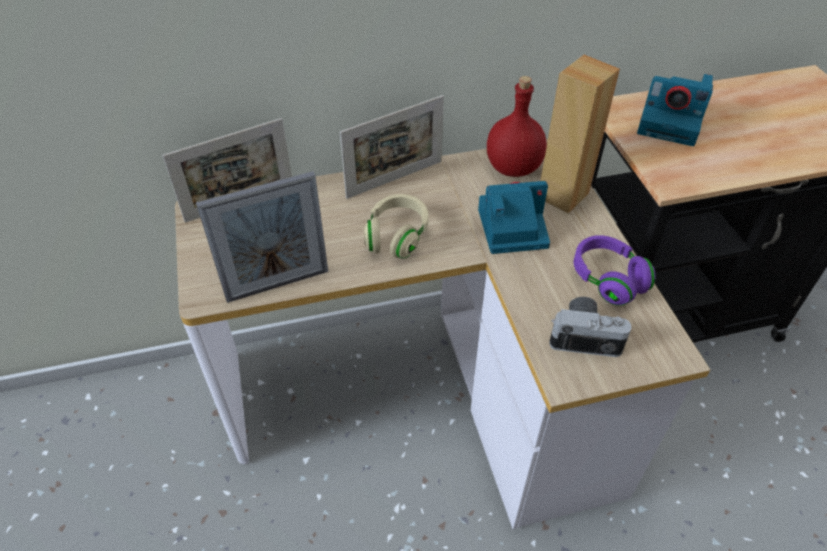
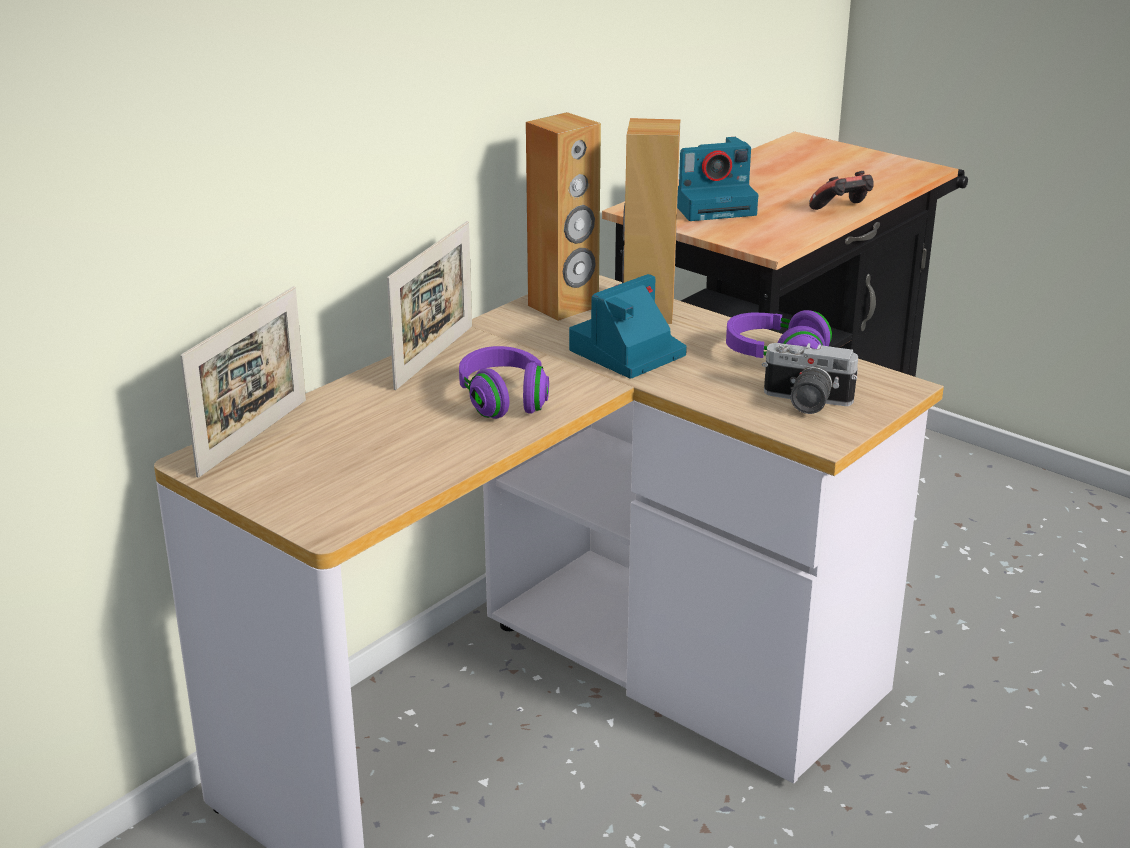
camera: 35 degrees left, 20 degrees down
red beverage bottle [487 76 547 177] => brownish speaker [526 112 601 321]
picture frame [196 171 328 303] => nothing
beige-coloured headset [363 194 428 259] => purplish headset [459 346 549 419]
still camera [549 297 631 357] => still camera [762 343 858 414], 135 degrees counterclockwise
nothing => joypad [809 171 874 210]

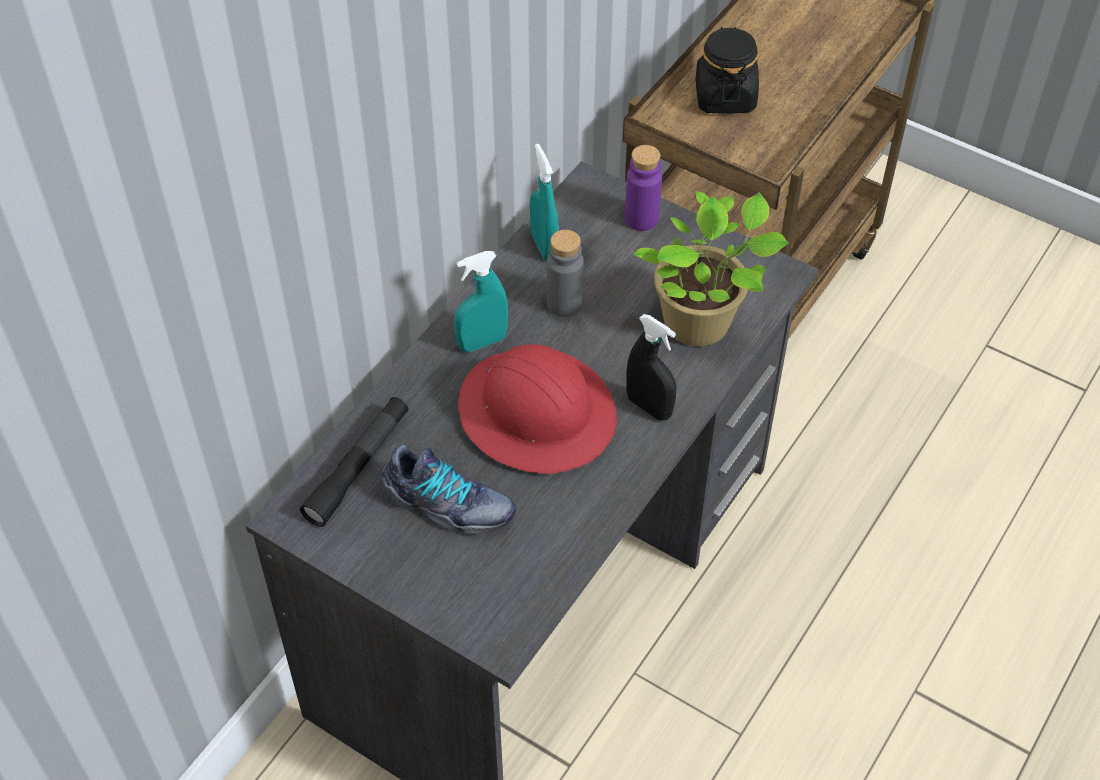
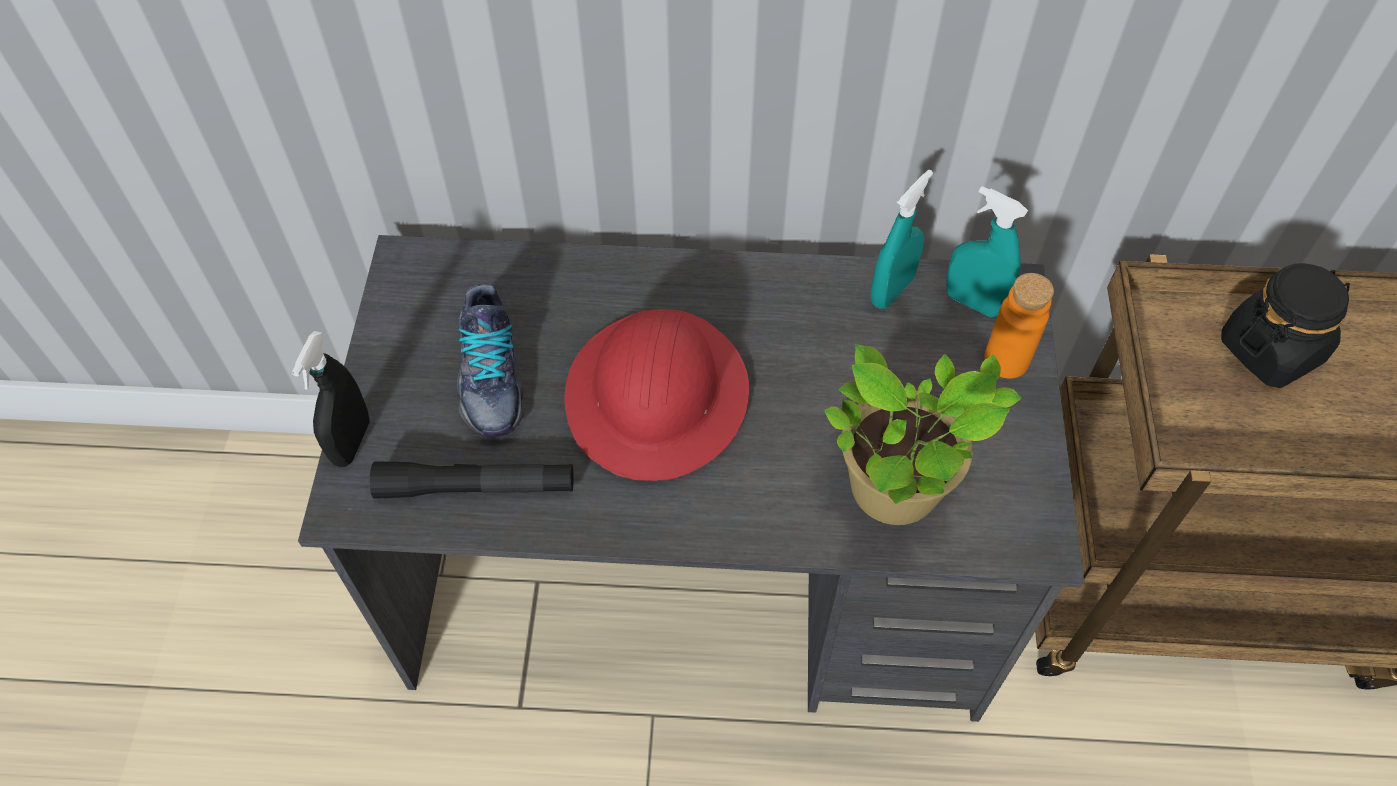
camera: 60 degrees right, 5 degrees up
purplish beverage bottle [625 145 662 231] => orange-coloured beverage bottle [984 273 1054 378]
grey beverage bottle [547 230 584 317] => nothing
blue-green spray bottle [454 251 508 352] => blue-green spray bottle [946 186 1028 317], moved
blackish spray bottle [626 314 676 420] => blackish spray bottle [292 331 370 467], moved
blackish flashlight [300 397 408 527] => blackish flashlight [370 462 574 499], moved

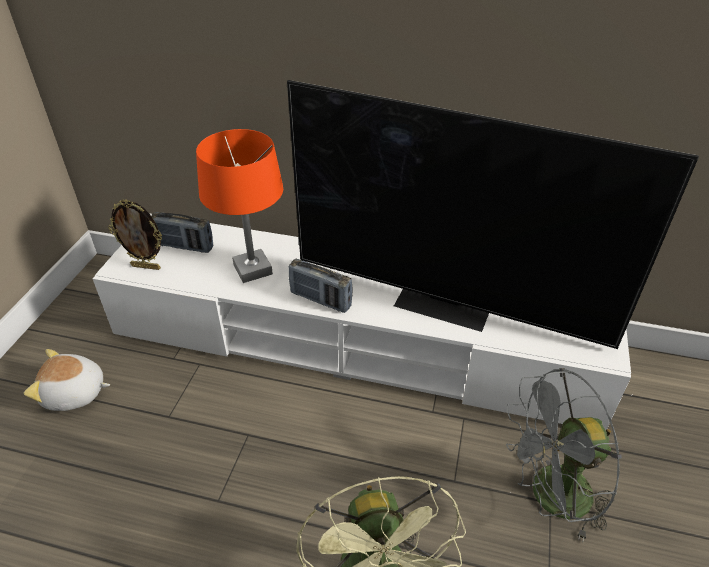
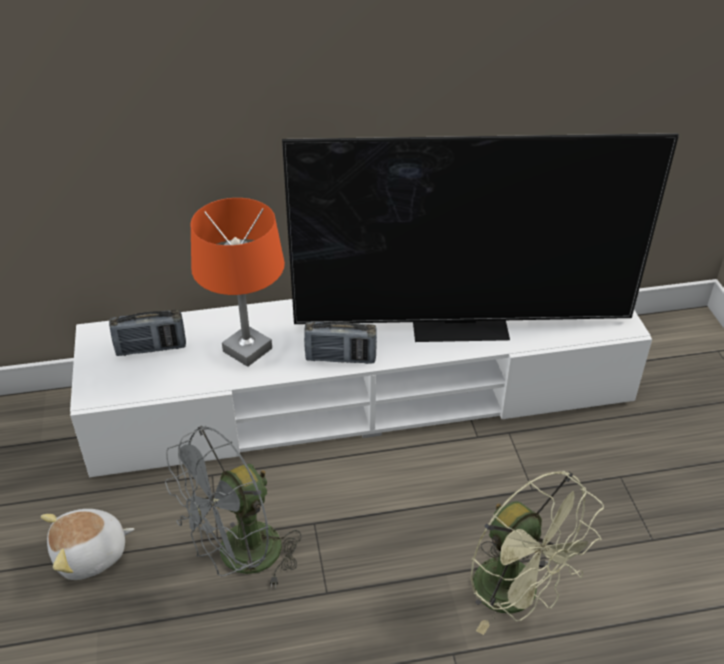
camera: 25 degrees left, 0 degrees up
picture frame [108 199 162 270] => nothing
grey electric fan [506 368 622 542] => grey electric fan [165 426 302 588], moved

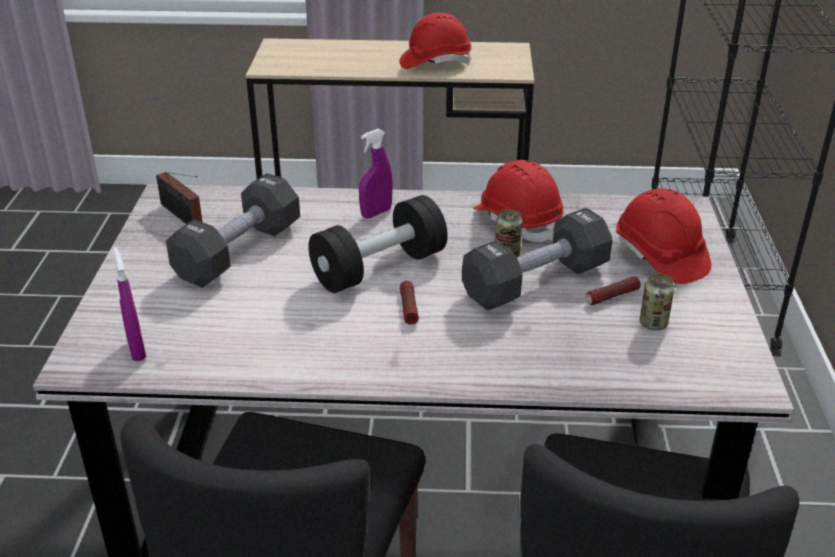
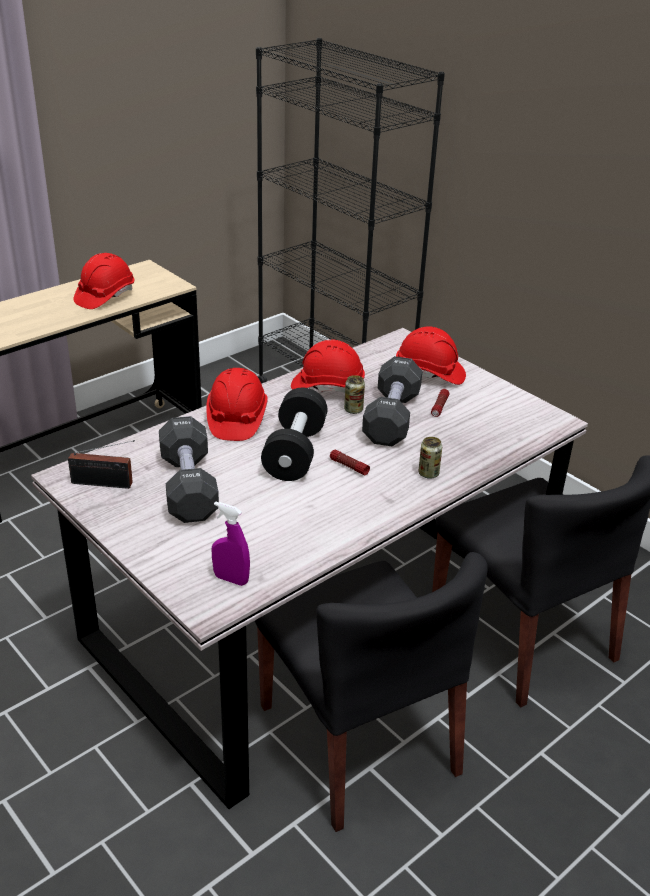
camera: 45 degrees left, 0 degrees up
purplish spray bottle [359 129 393 219] => red hard hat [206 368 268 441]
can [640 274 675 330] => can [418 437 442 479], moved

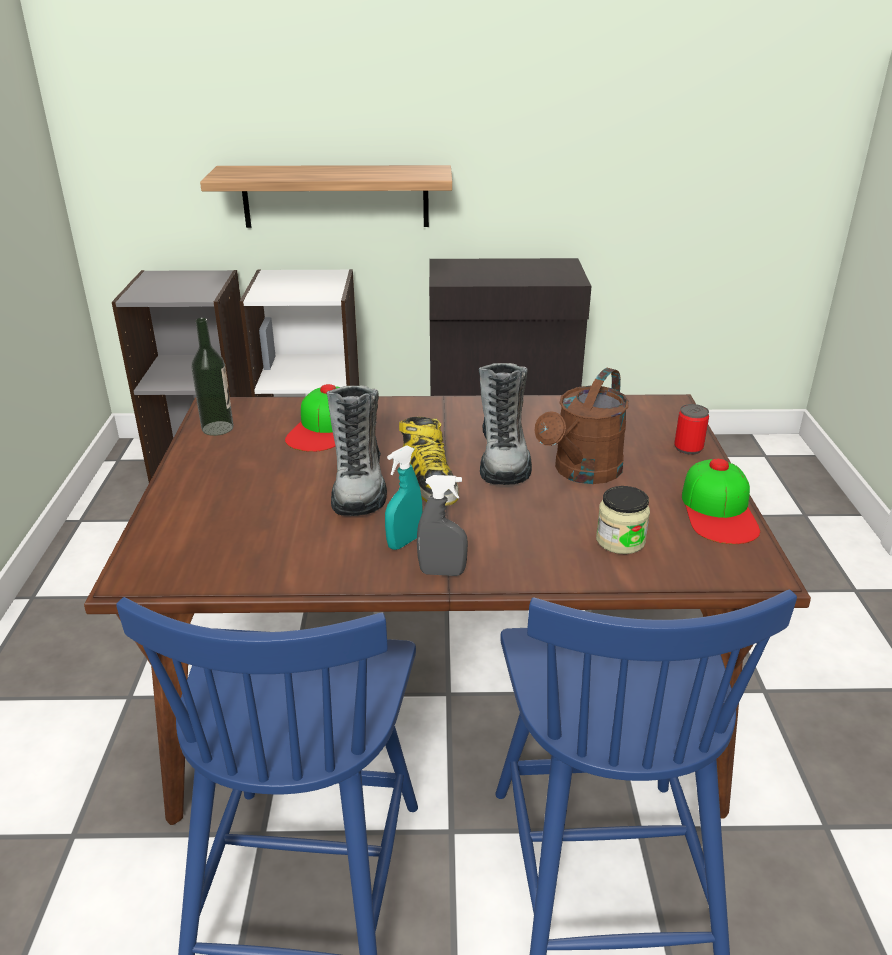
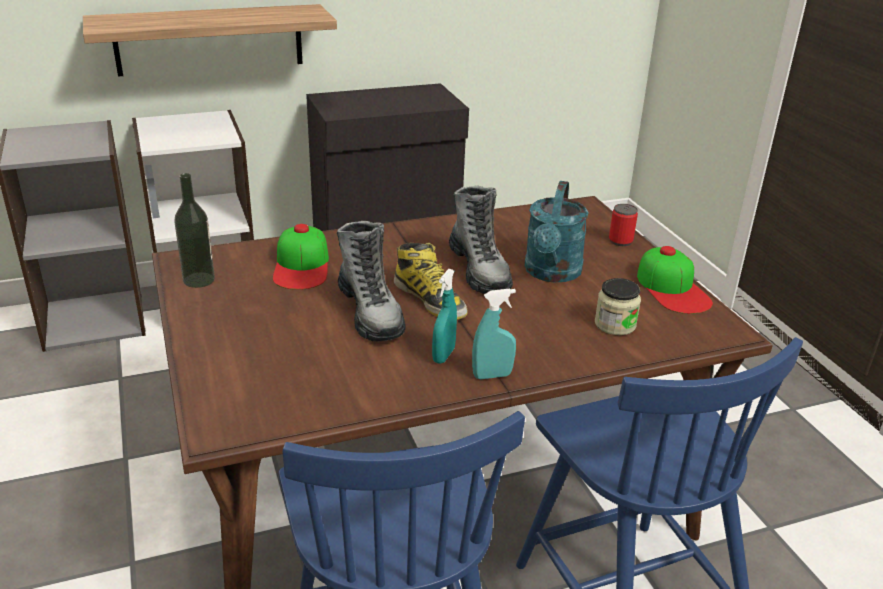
camera: 20 degrees left, 0 degrees up
brownish watering can [535 368 629 484] => blue-green watering can [524 181 589 282]
grey spray bottle [417 475 468 576] => blue-green spray bottle [472 288 516 379]

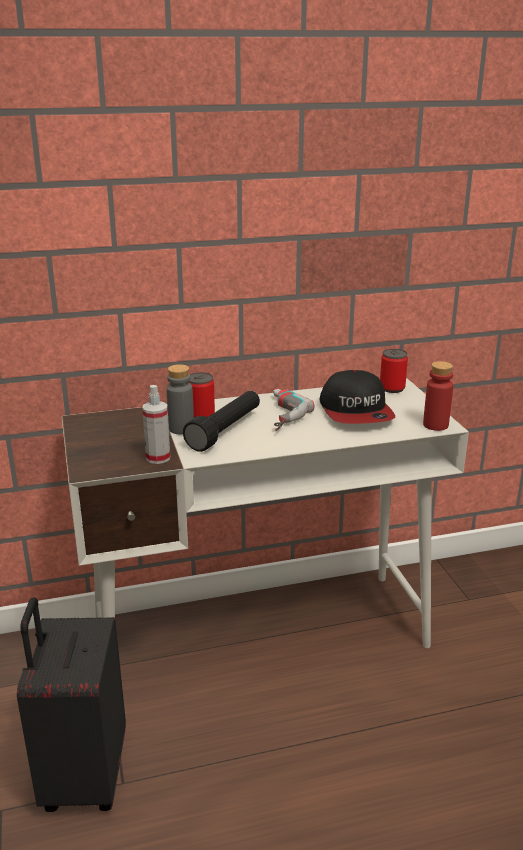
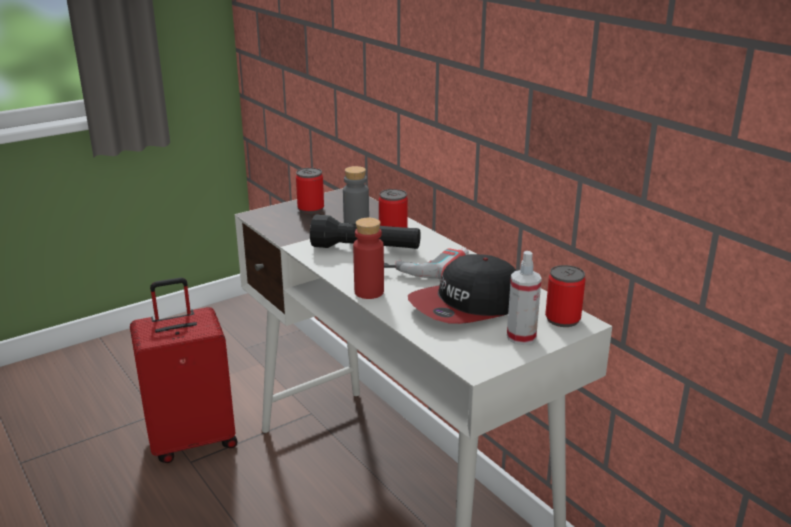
camera: 70 degrees right, 0 degrees up
red beverage bottle [423 361 453 431] => red beverage bottle [353 218 384 299], moved
spray bottle [142 385 170 464] => spray bottle [507 251 542 345], moved
blackish travel case [17 597 126 812] => red travel case [130 277 238 463]
nothing => can [296 168 324 214]

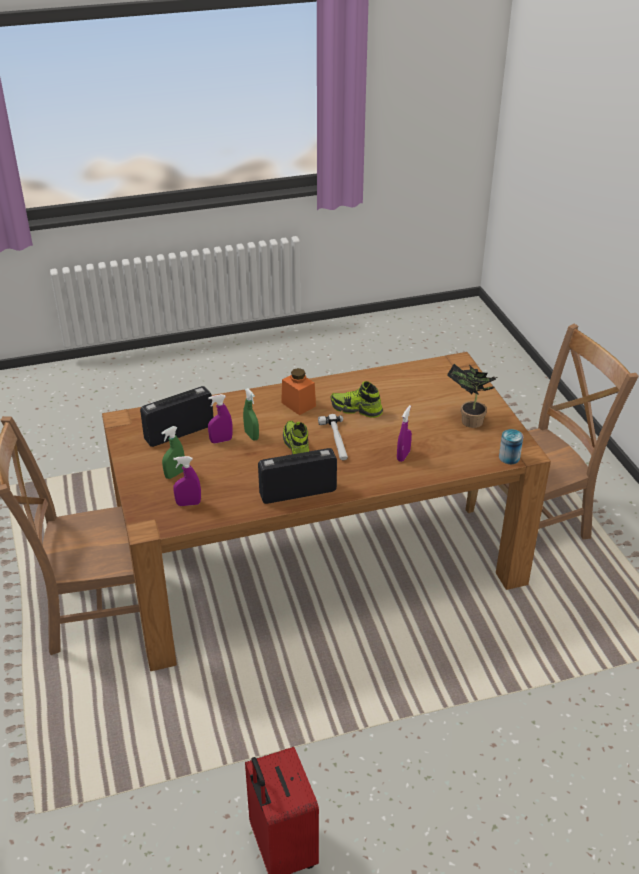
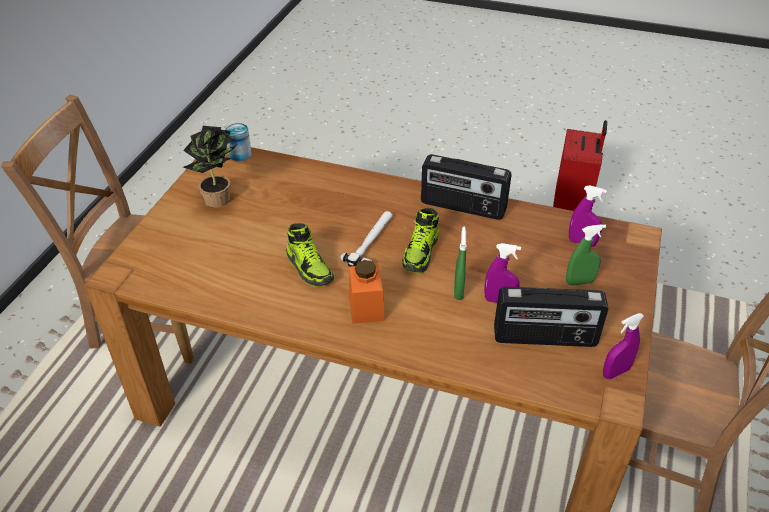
camera: 145 degrees left, 5 degrees up
purplish spray bottle [397 405 412 462] => purplish spray bottle [603 313 644 379], moved

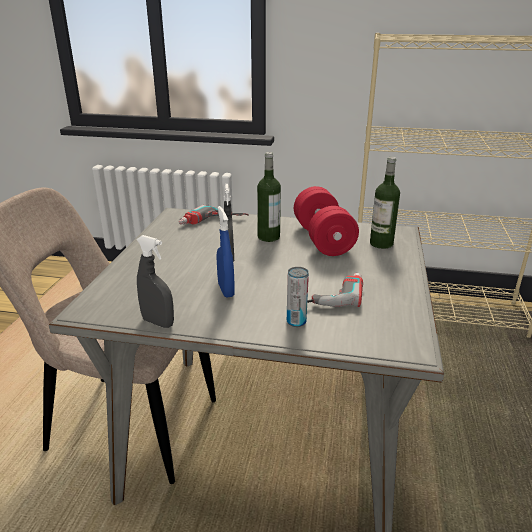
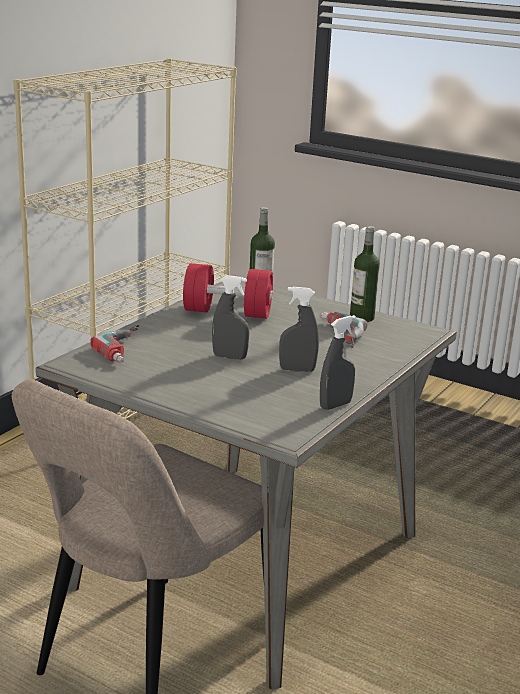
camera: 70 degrees left, 5 degrees down
beverage bottle [257 152 281 242] => beverage bottle [350 226 380 322], moved
blue-coloured spray bottle [217 206 235 298] => grey spray bottle [279 287 319 372]
can [287 267 309 327] => nothing

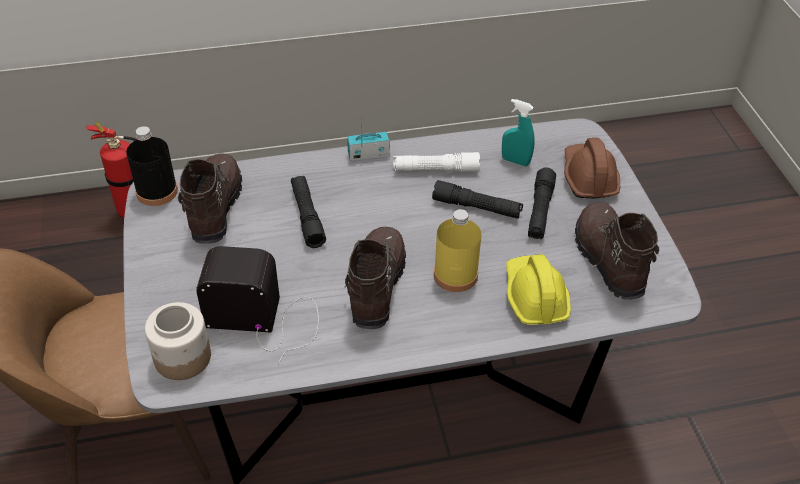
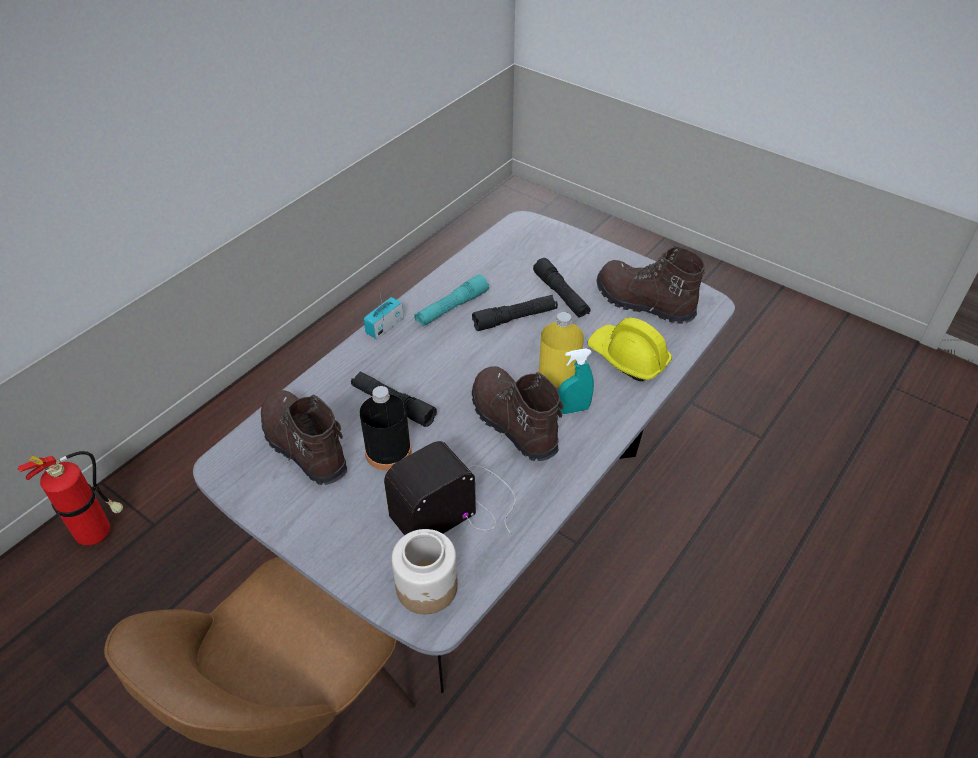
camera: 40 degrees left, 0 degrees up
blue-green spray bottle [502 99 535 166] => blue-green spray bottle [558 348 594 414], moved
blackish beverage bottle [126 126 178 206] => blackish beverage bottle [360 386 412 470], moved
brownish hard hat [564 138 620 198] => nothing
whitish flashlight [393 152 480 172] => blue-green flashlight [414 274 489 326]

